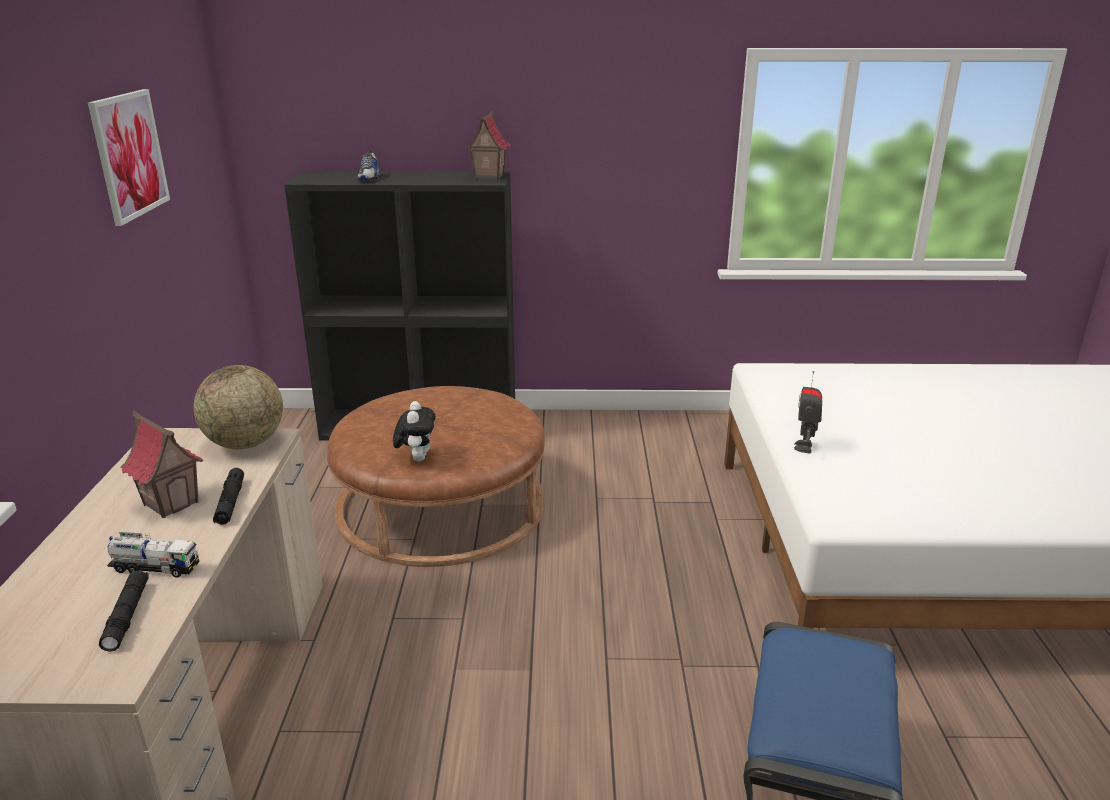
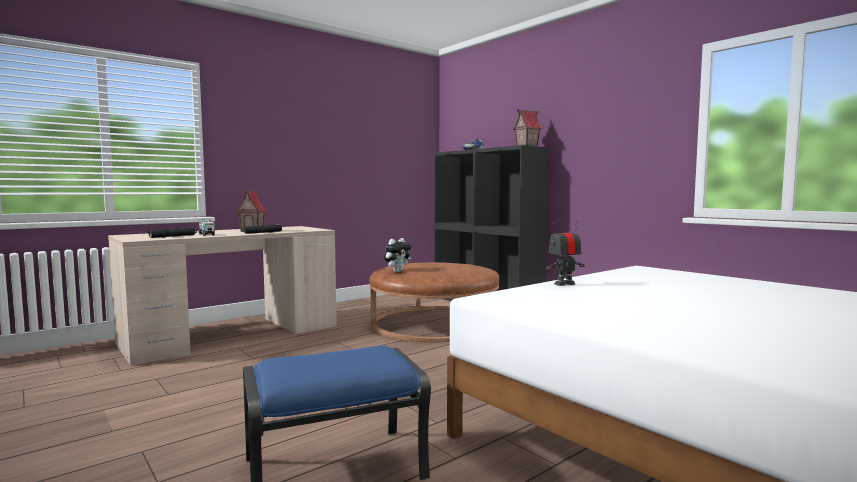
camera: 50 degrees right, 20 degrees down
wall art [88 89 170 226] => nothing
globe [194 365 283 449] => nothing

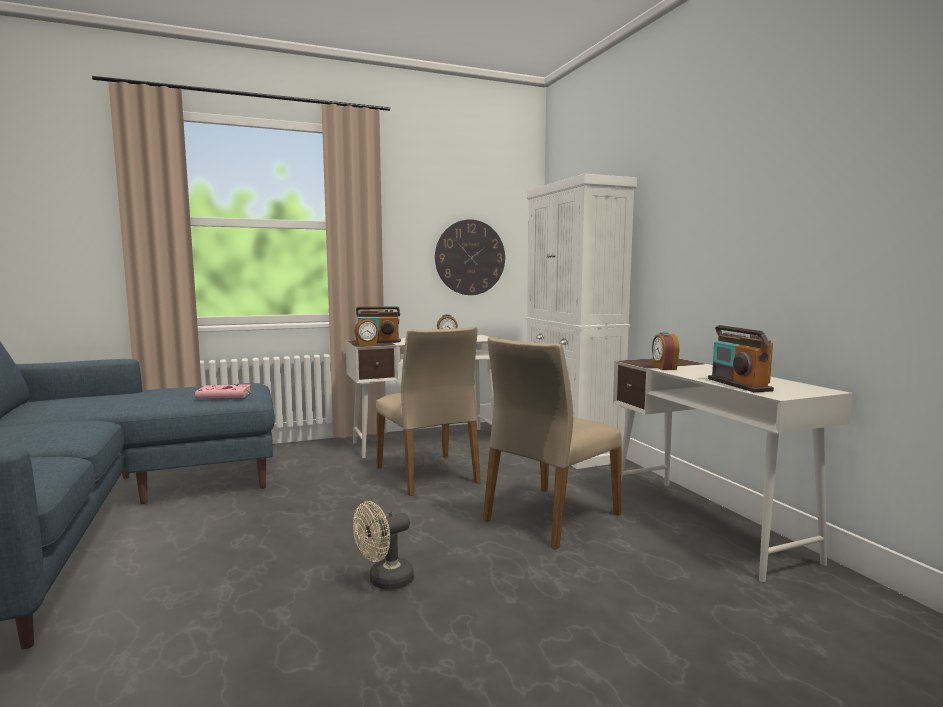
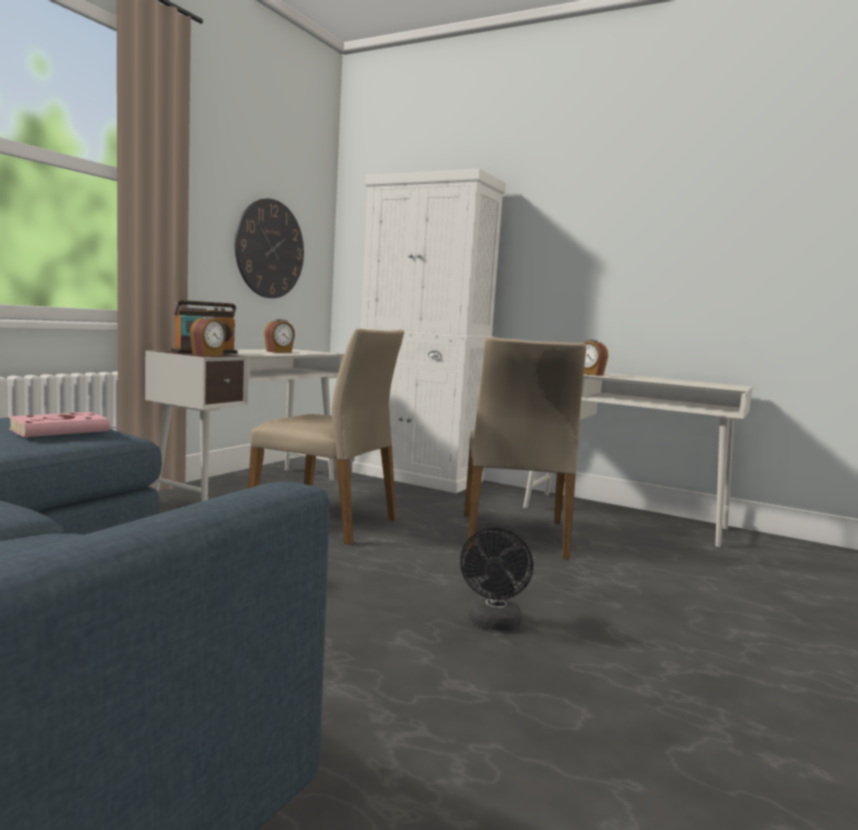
camera: 40 degrees left, 0 degrees up
radio receiver [708 325 774 392] => nothing
beige-coloured electric fan [353 501 414 590] => blackish electric fan [460 528 533 631]

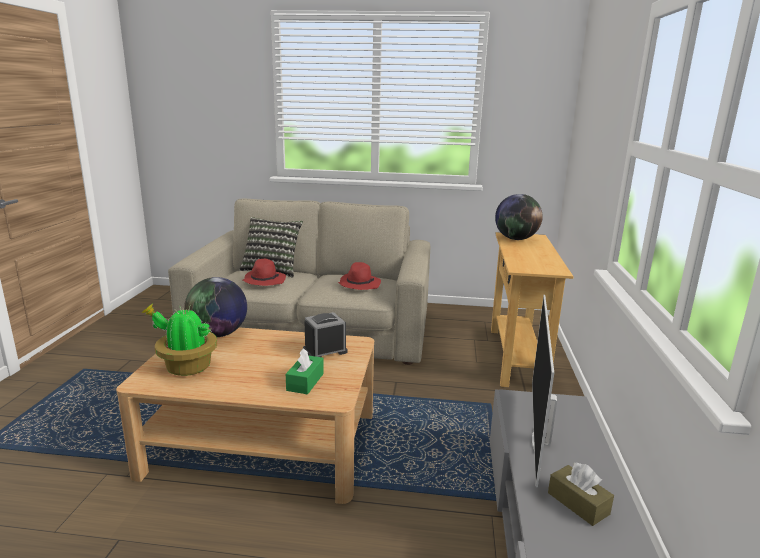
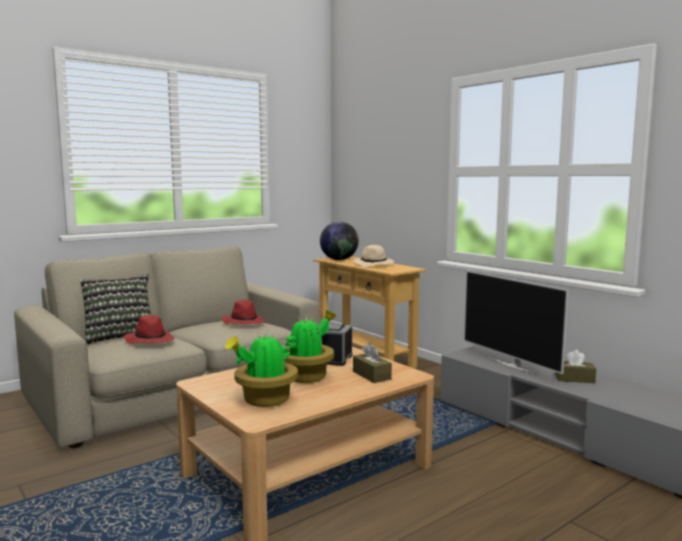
camera: 45 degrees left, 10 degrees down
globe [184 277 247 337] => nothing
green tissue holder [286 349 324 394] => brownish tissue holder [353 343 392 383]
nothing => beige-coloured hat [353 245 394 267]
nothing => potted plant [284 310 337 383]

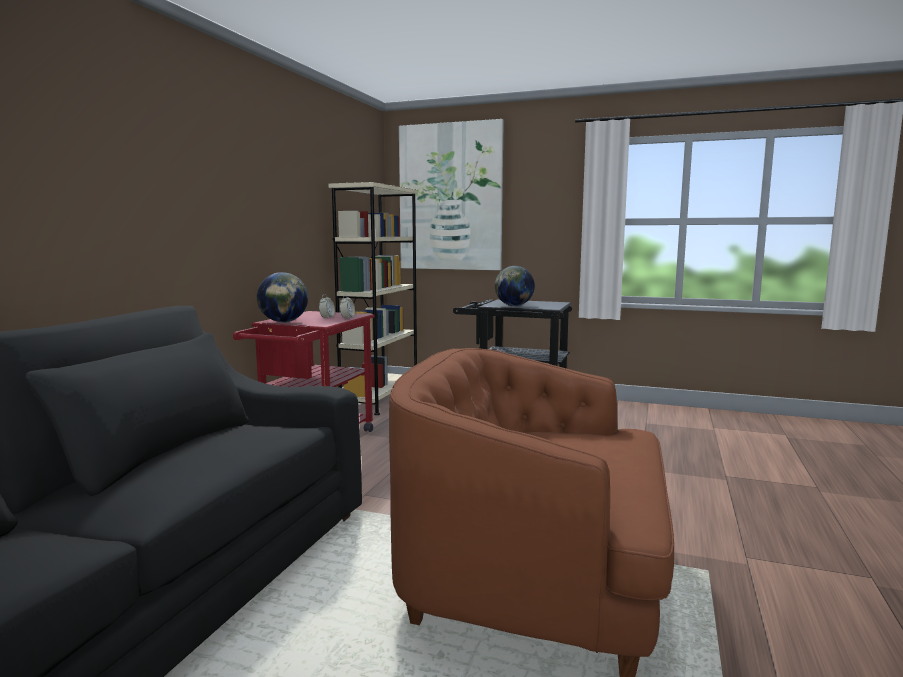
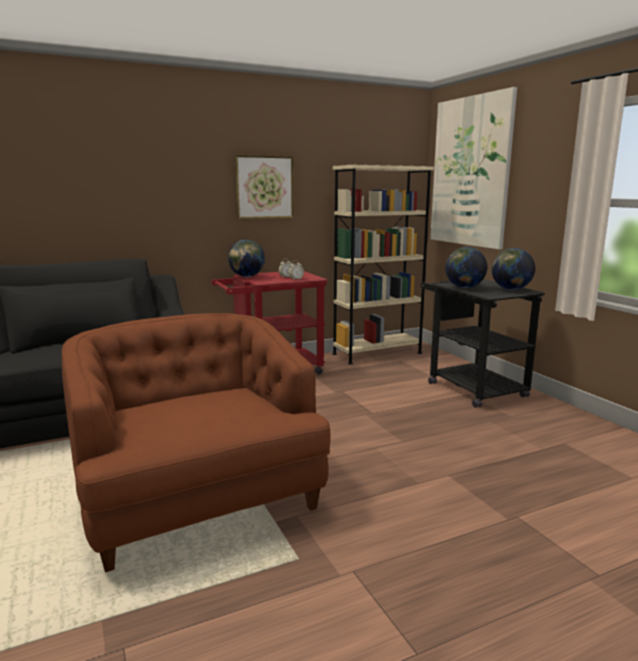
camera: 45 degrees right, 5 degrees up
nothing => wall art [234 155 294 219]
nothing => globe [491 248 535 290]

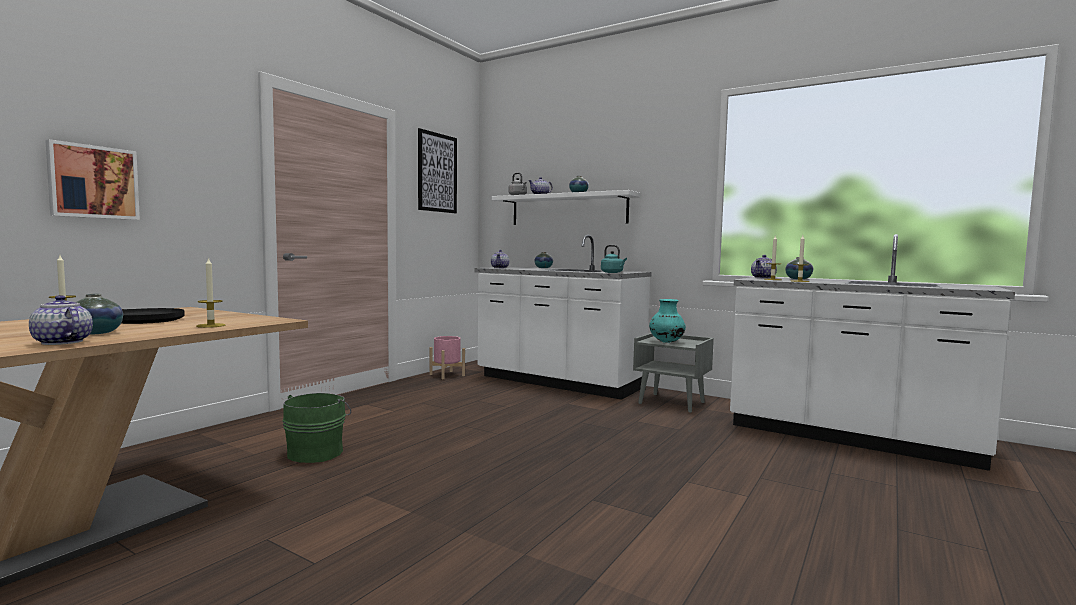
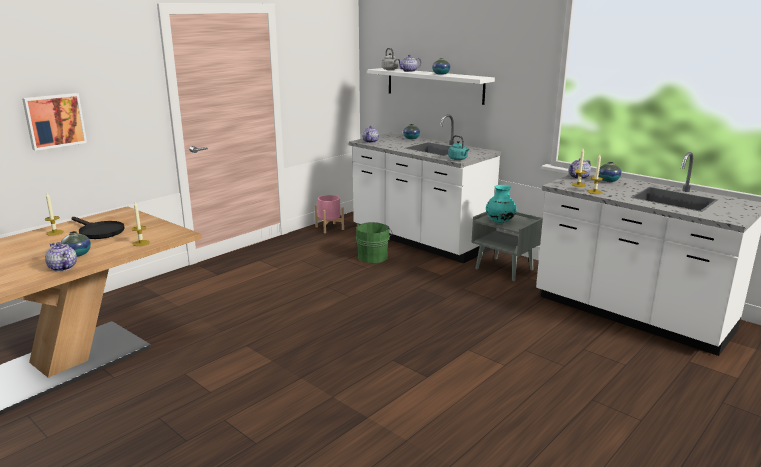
camera: 10 degrees right, 15 degrees up
wall art [418 128 457 213] => nothing
green bucket [282 393 351 463] => green bucket [356 222 392 263], moved

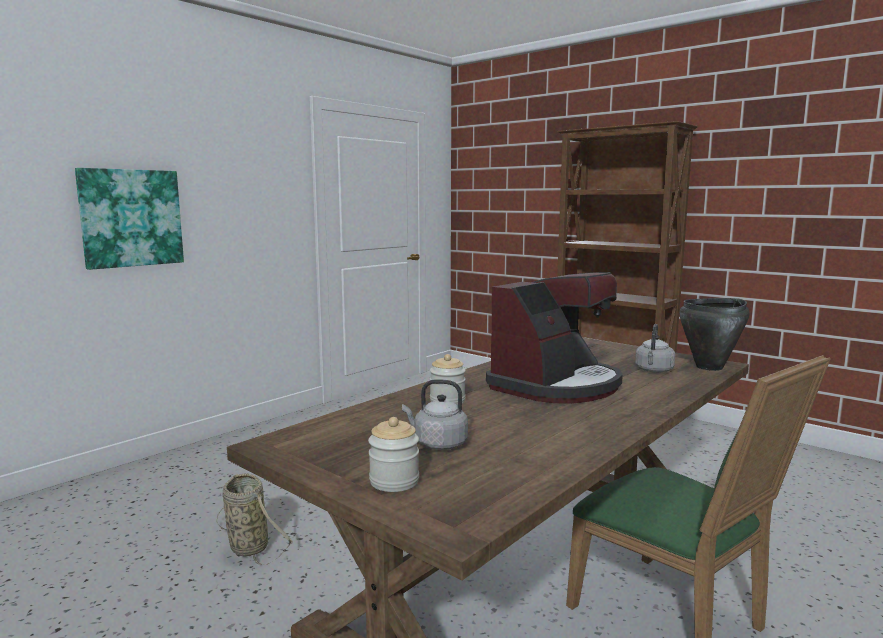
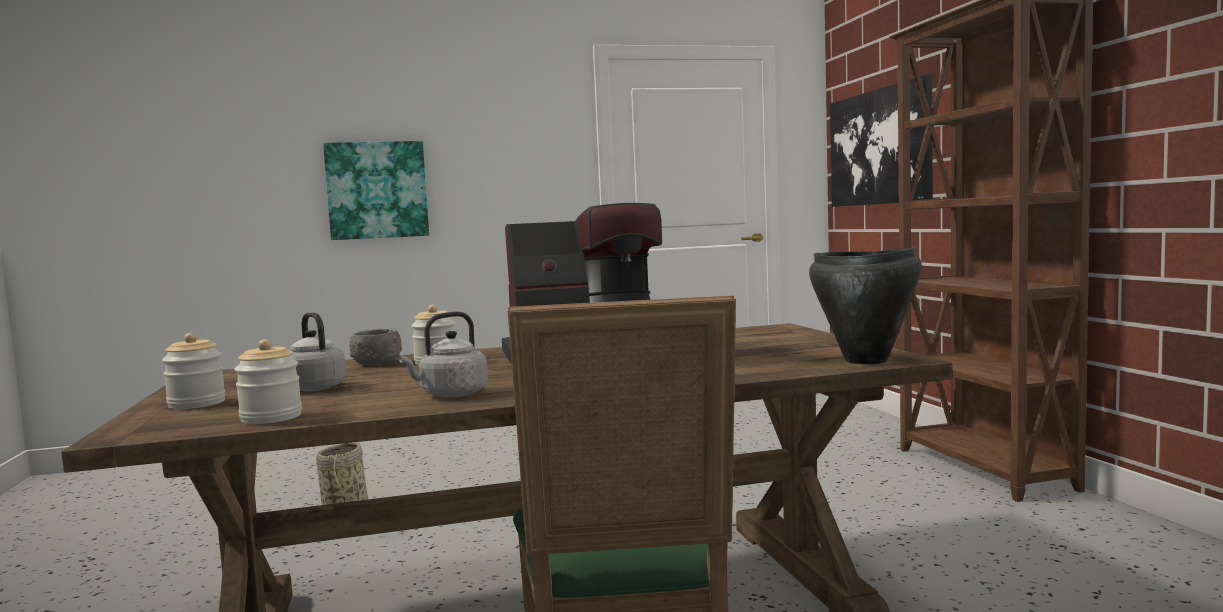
camera: 35 degrees right, 5 degrees down
grey tea kettle [635 324 675 373] => grey tea kettle [398 312 488 397], moved
nothing => wall art [830 74 933 207]
nothing => grey serving bowl [350 329 402 366]
nothing => preserve jar [234 339 302 424]

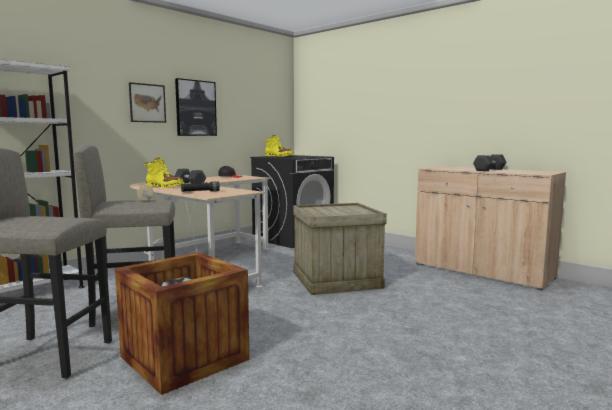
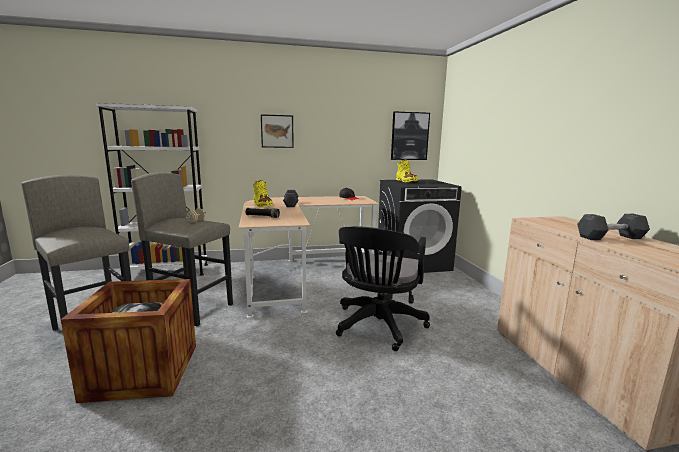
camera: 35 degrees right, 5 degrees up
wall art [175 78 217 136] => wall art [391 111 430 160], moved
shipping crate [293 203 387 295] => blackish office chair [336 226 430 351]

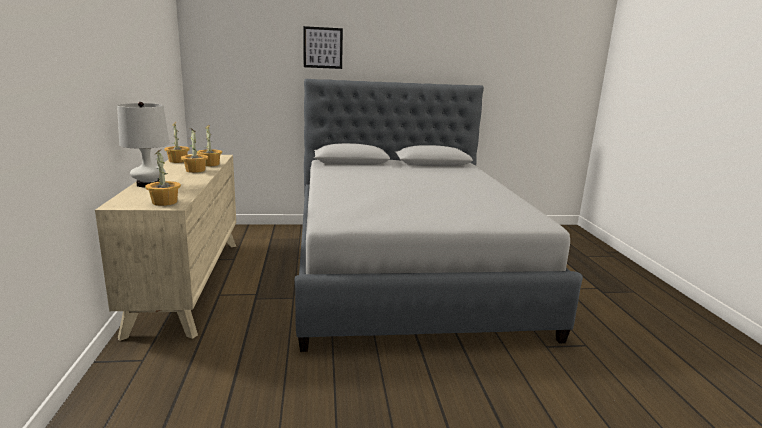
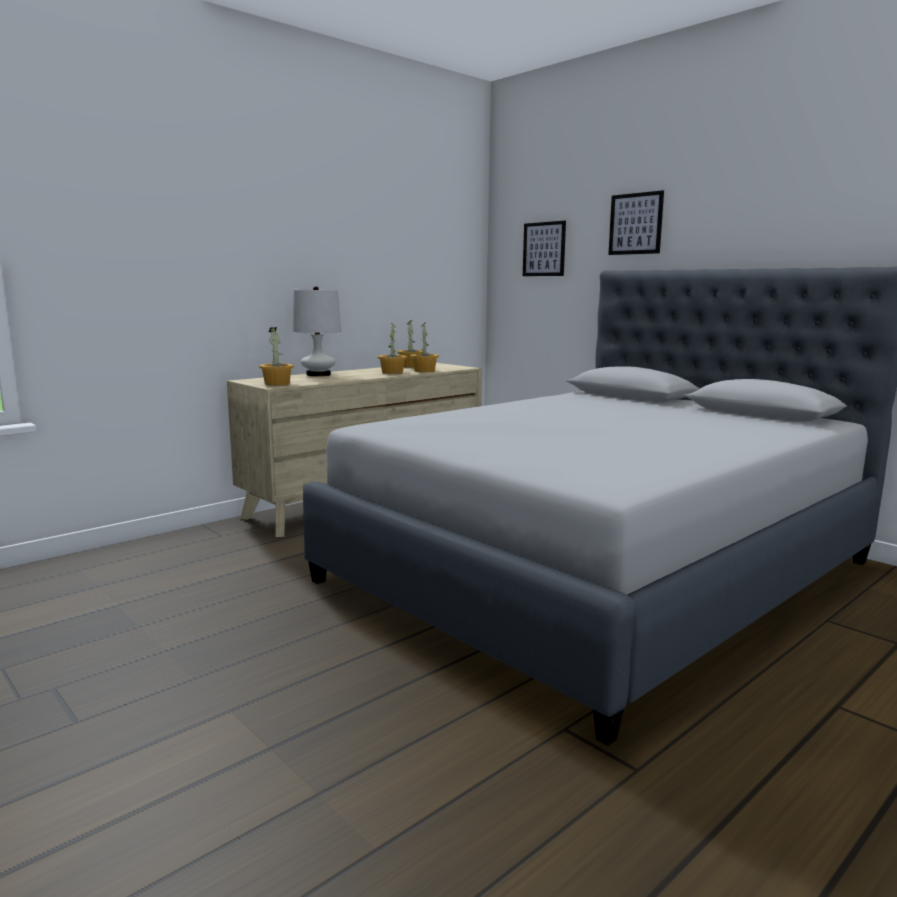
camera: 55 degrees right, 5 degrees down
nothing => wall art [523 221 566 276]

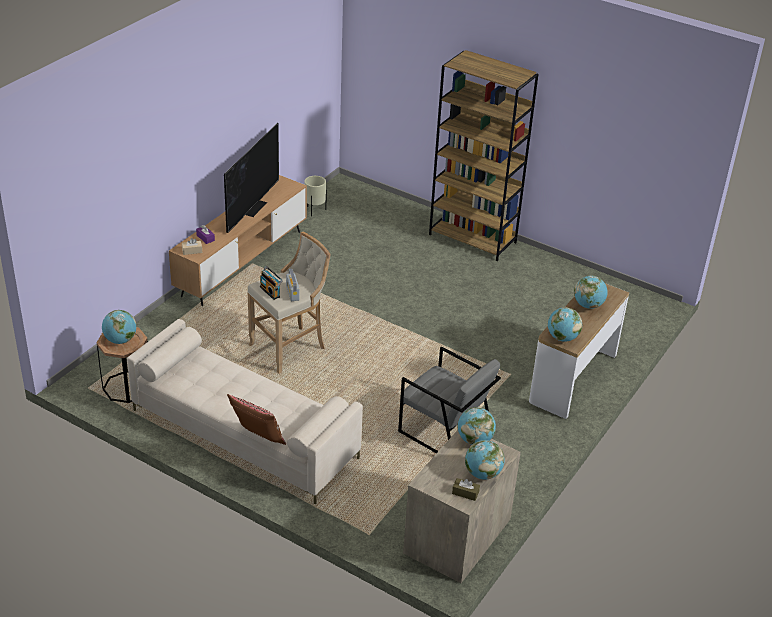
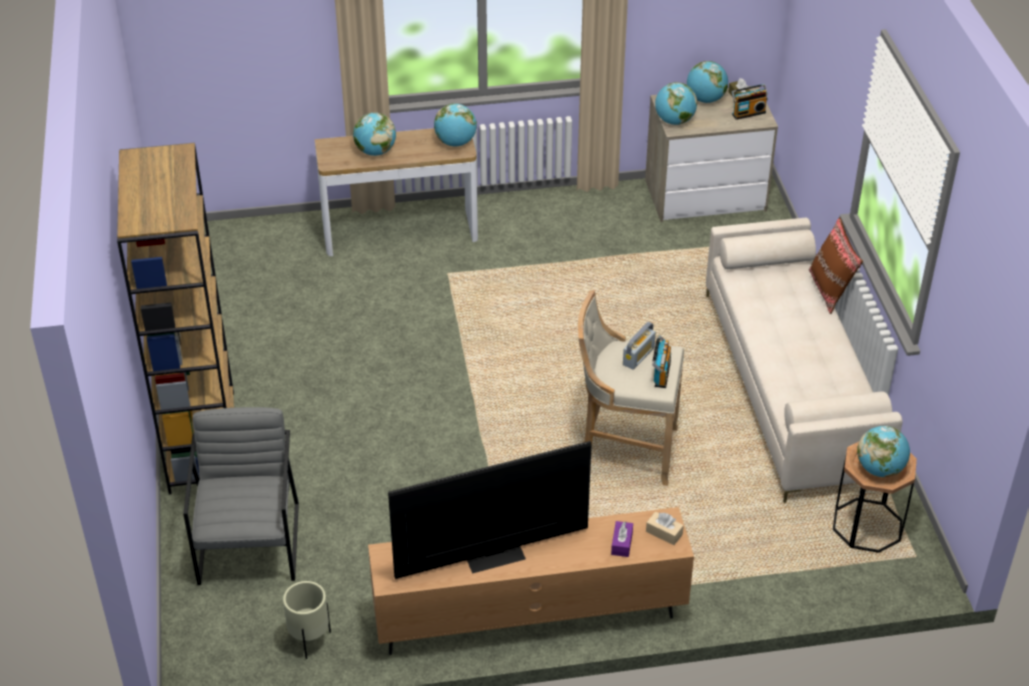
camera: 130 degrees left, 5 degrees up
grey armchair [398 346 501 453] => grey armchair [183 407 299 585], moved
nothing => radio receiver [732 84 768 120]

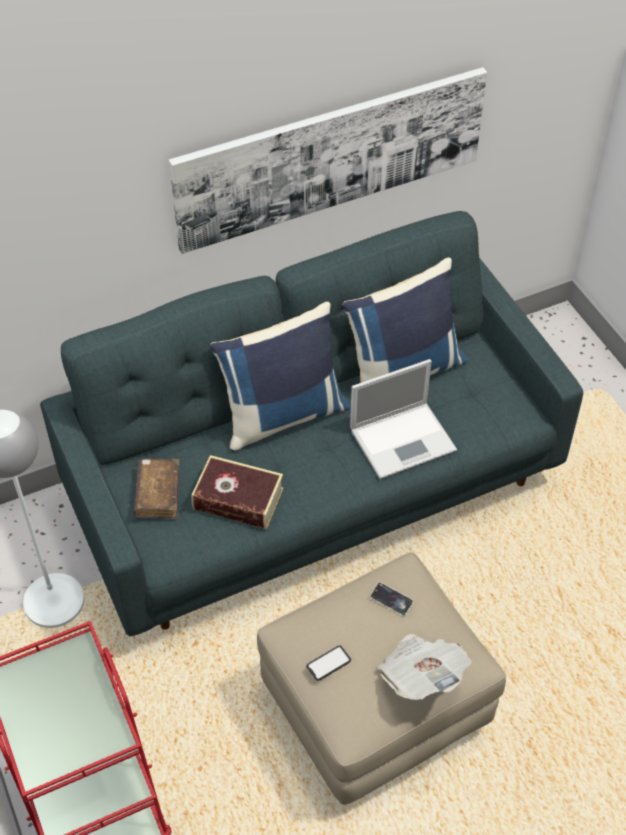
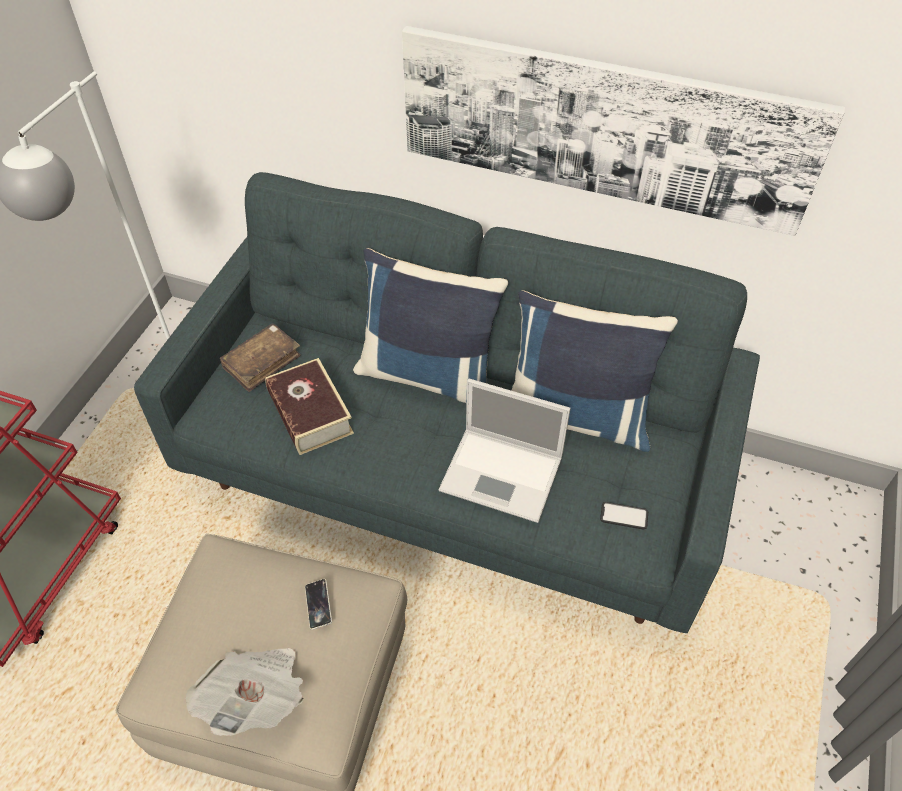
camera: 45 degrees right, 0 degrees up
handset [306 646 351 681] => handset [600 502 648 529], moved

